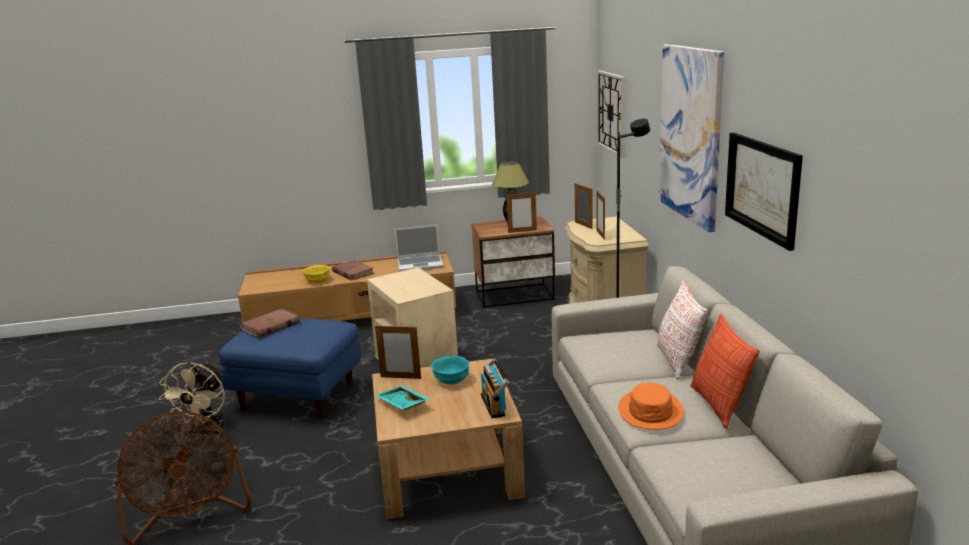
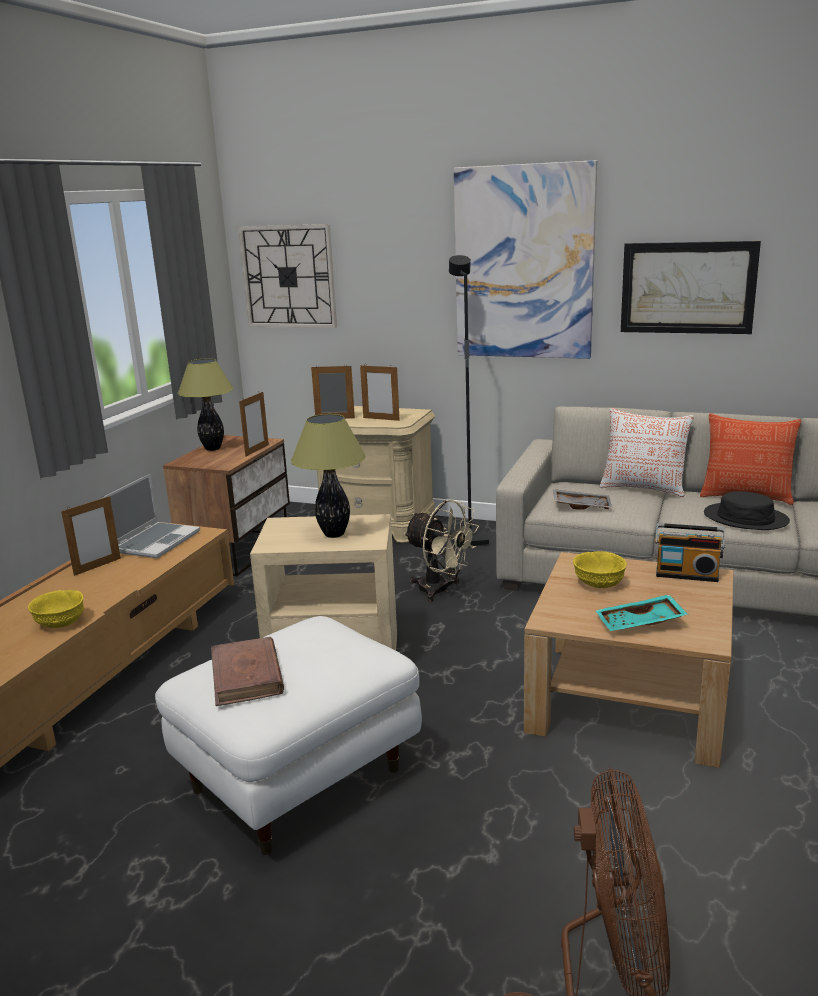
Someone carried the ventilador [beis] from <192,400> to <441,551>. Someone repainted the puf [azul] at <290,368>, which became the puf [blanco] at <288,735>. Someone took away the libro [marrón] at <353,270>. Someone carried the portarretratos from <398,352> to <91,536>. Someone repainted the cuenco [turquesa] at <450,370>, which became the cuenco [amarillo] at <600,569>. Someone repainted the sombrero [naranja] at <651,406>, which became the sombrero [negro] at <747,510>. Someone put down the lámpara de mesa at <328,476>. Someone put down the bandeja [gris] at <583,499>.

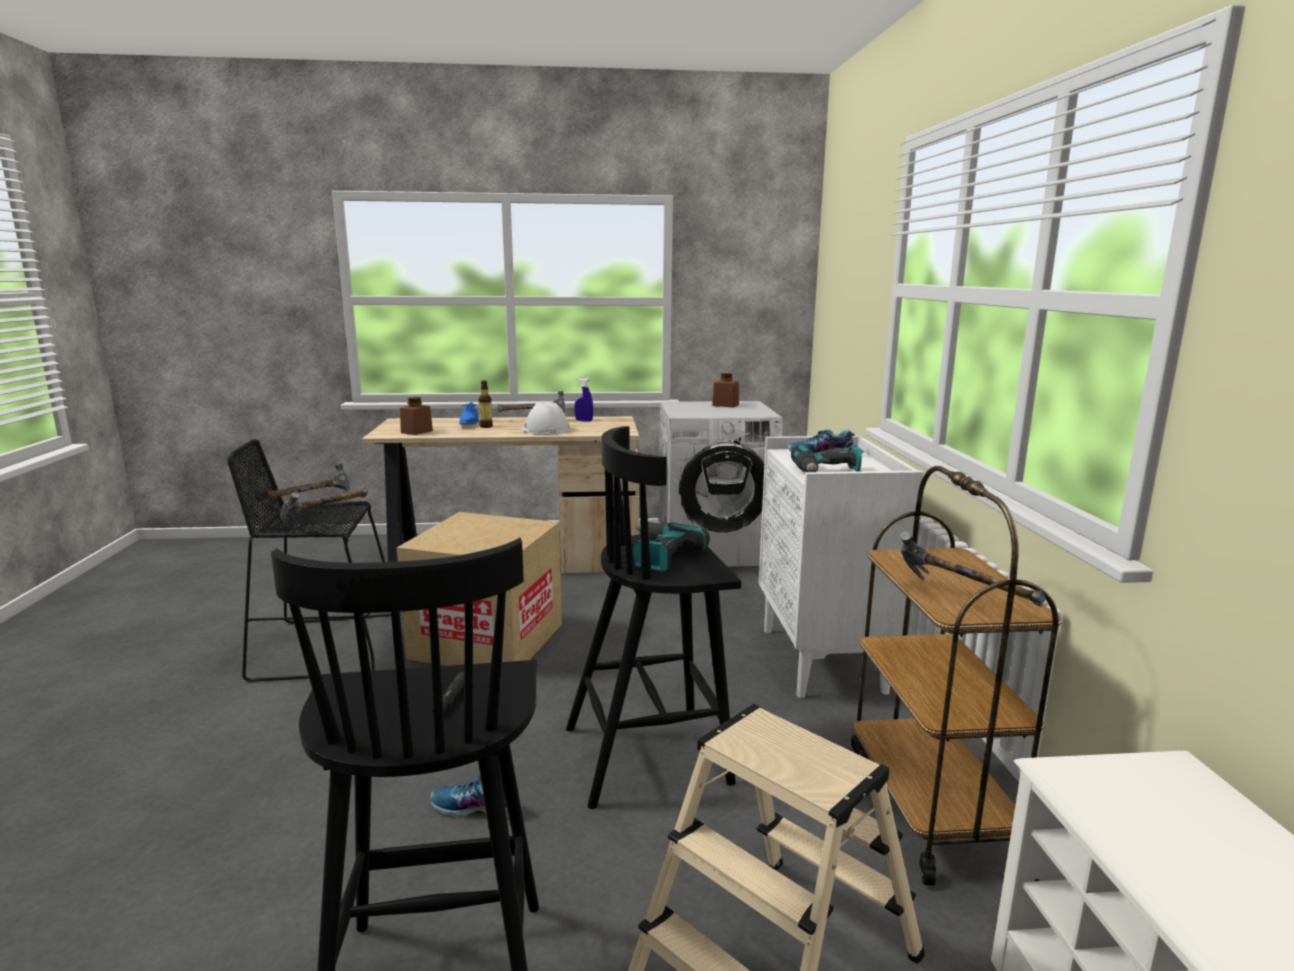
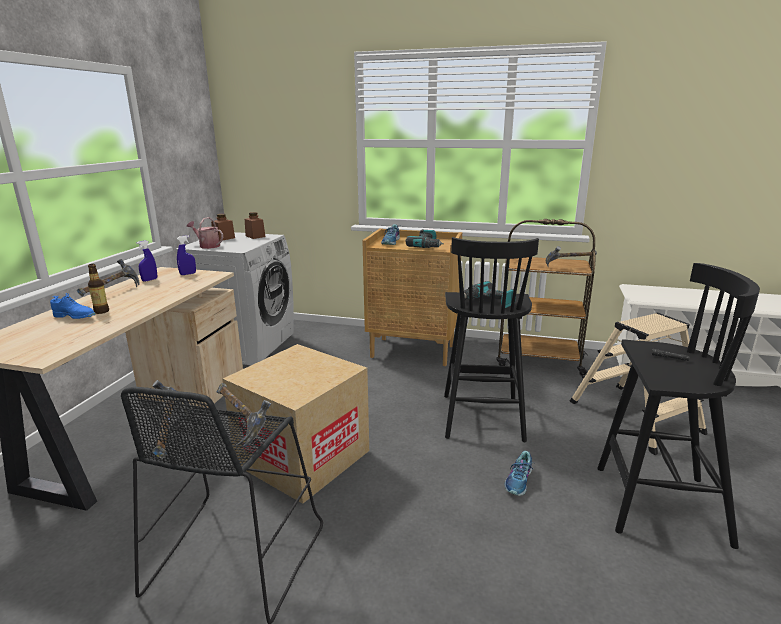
Someone carried the tarro [marrón] from <416,416> to <255,225>. Someone took away the casco [blanco] at <545,418>. Someone repainted the armario [blanco] at <841,567>, which became the armario [marrón] at <412,297>. Someone put down the pulverizador [azul] at <186,255>. Someone put down the regadera at <205,233>.

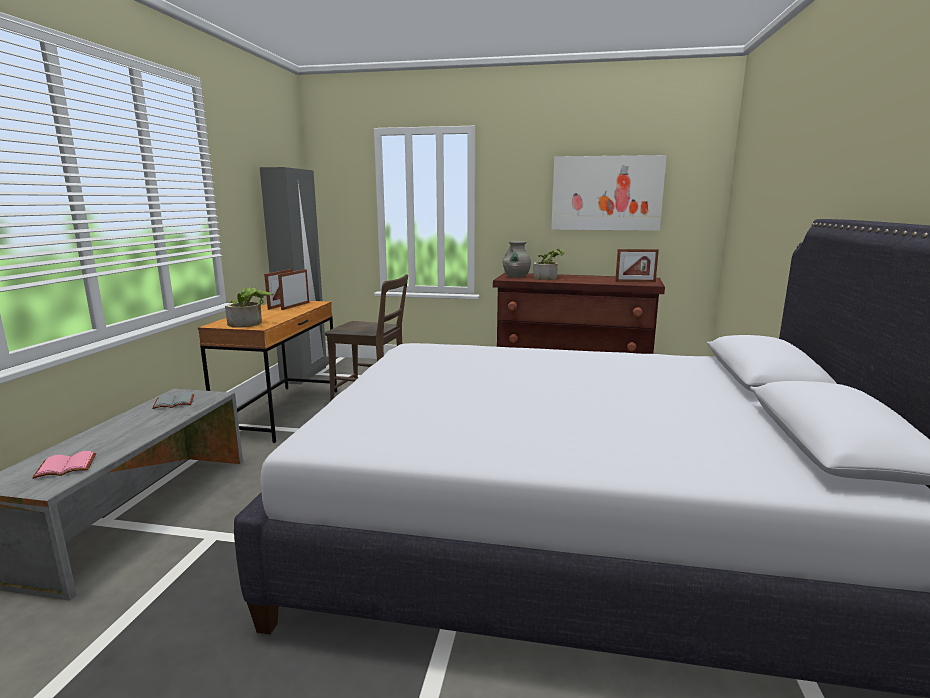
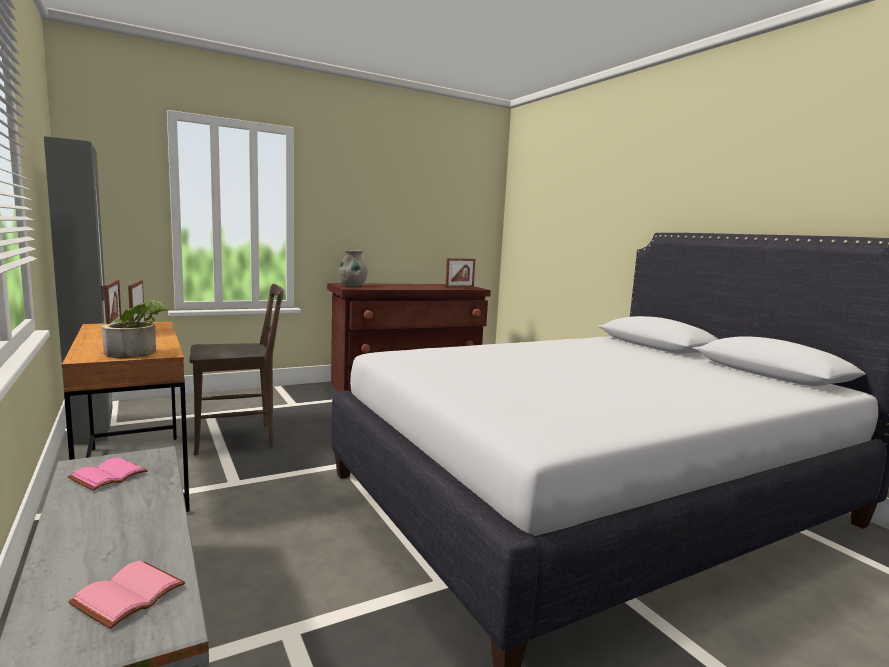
Someone repainted the libro [gris] at <173,400>, which became the libro [rosa] at <108,474>. Someone took away the planta en maceta at <548,264>. Someone took away the cuadro at <609,193>.

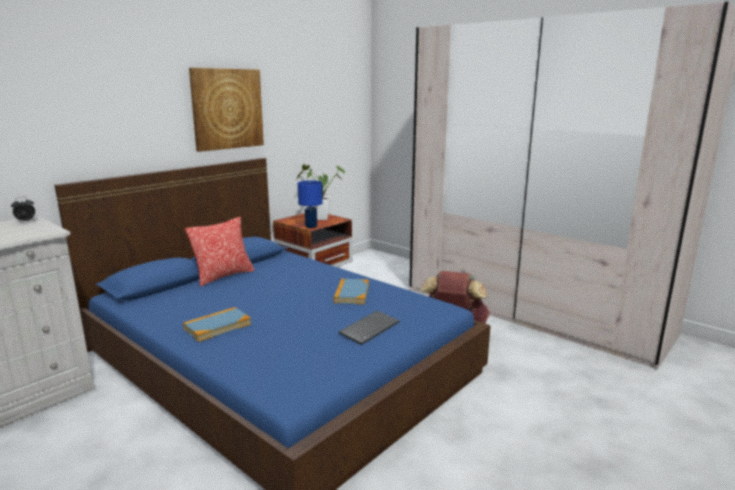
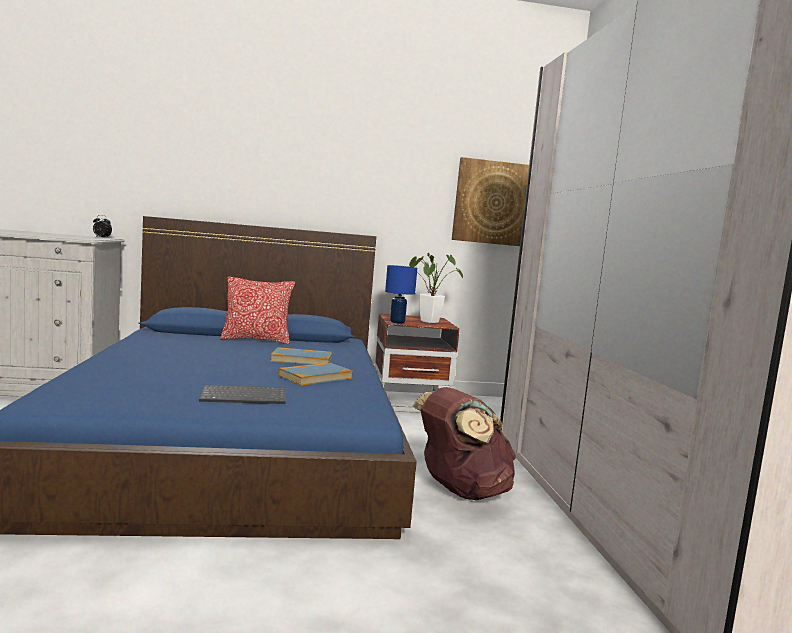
Someone carried the libro from <217,324> to <301,356>. Someone carried the cuadro from <226,110> to <490,201>.

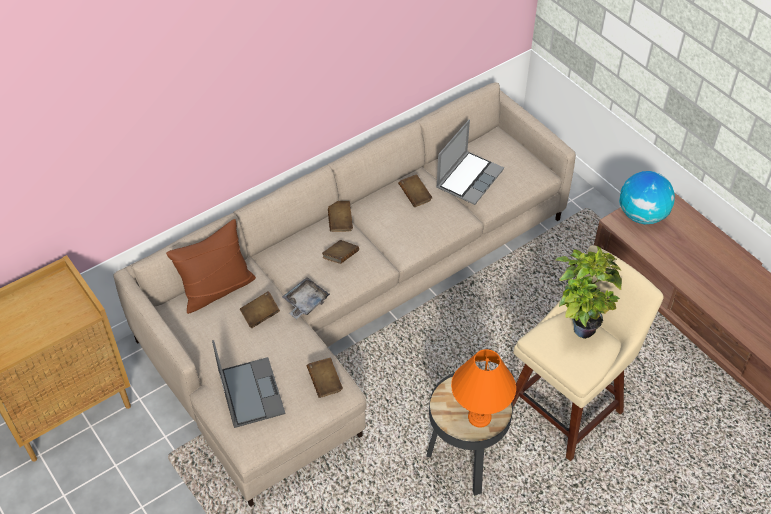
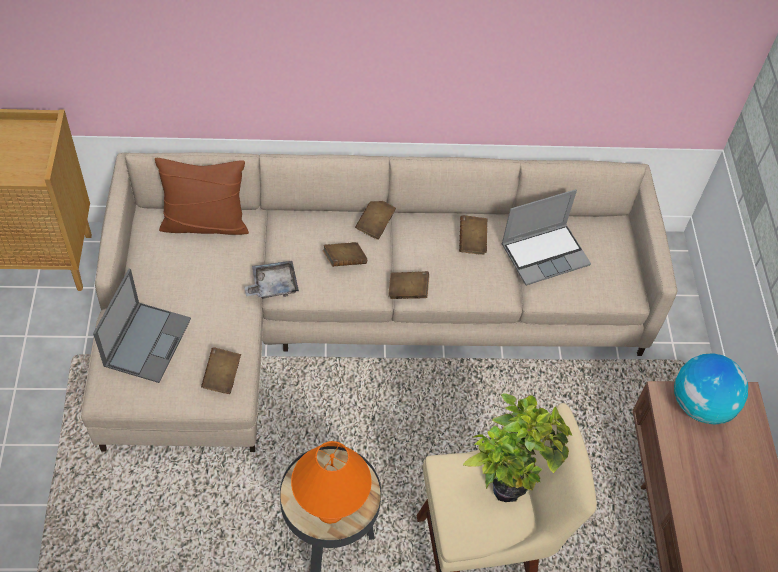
Someone carried the libro [marrón] from <260,309> to <408,285>.

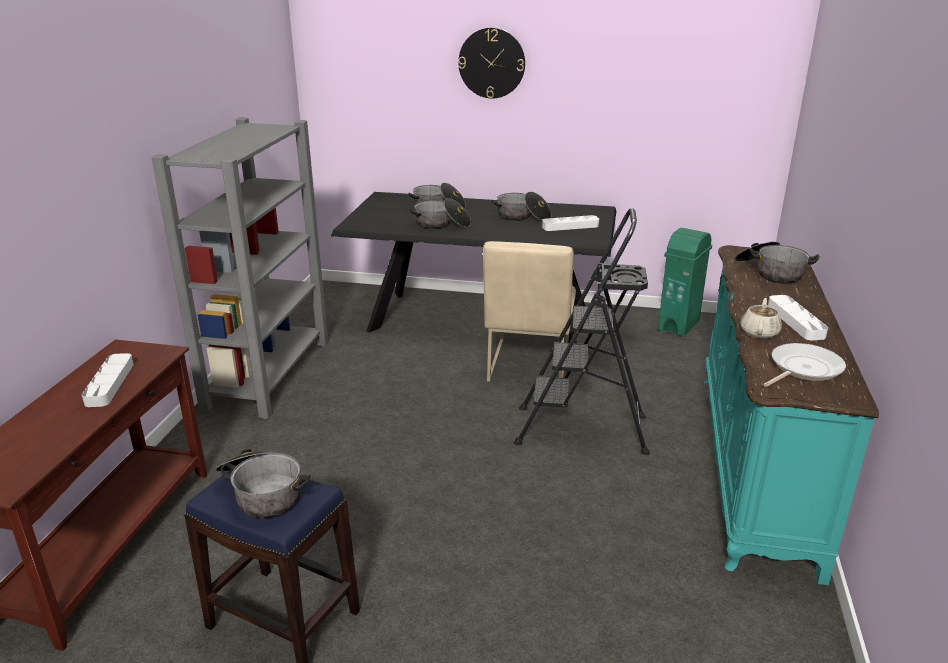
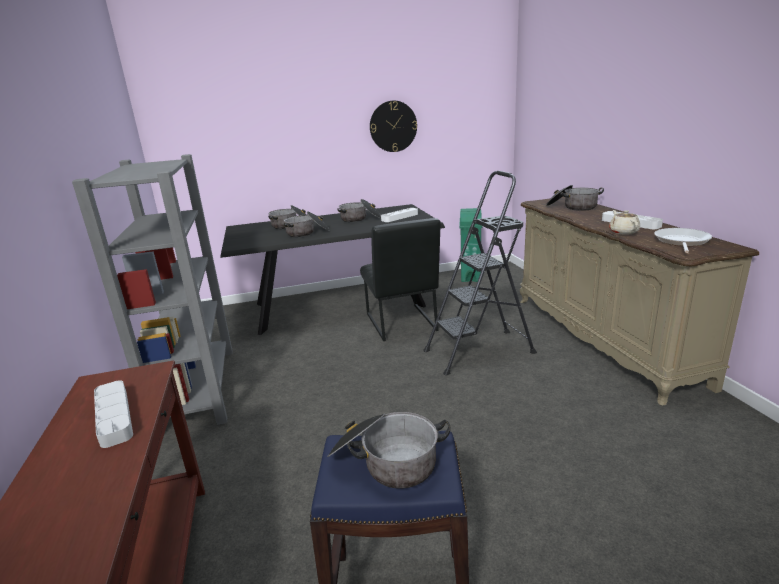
Someone carried the reloj de pared from <491,63> to <393,126>. Someone repainted the silla [beis] at <529,311>, which became the silla [negro] at <400,279>. Someone repainted the armario [turquesa] at <791,415>, which became the armario [beis] at <639,301>.

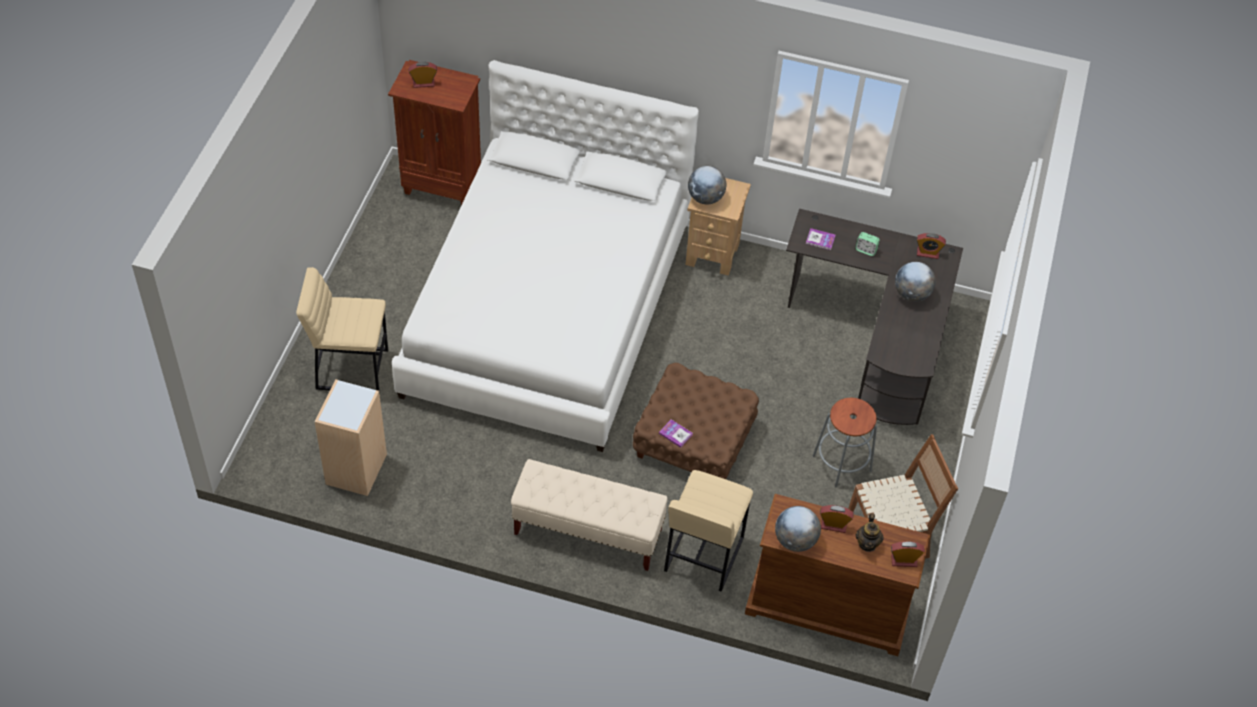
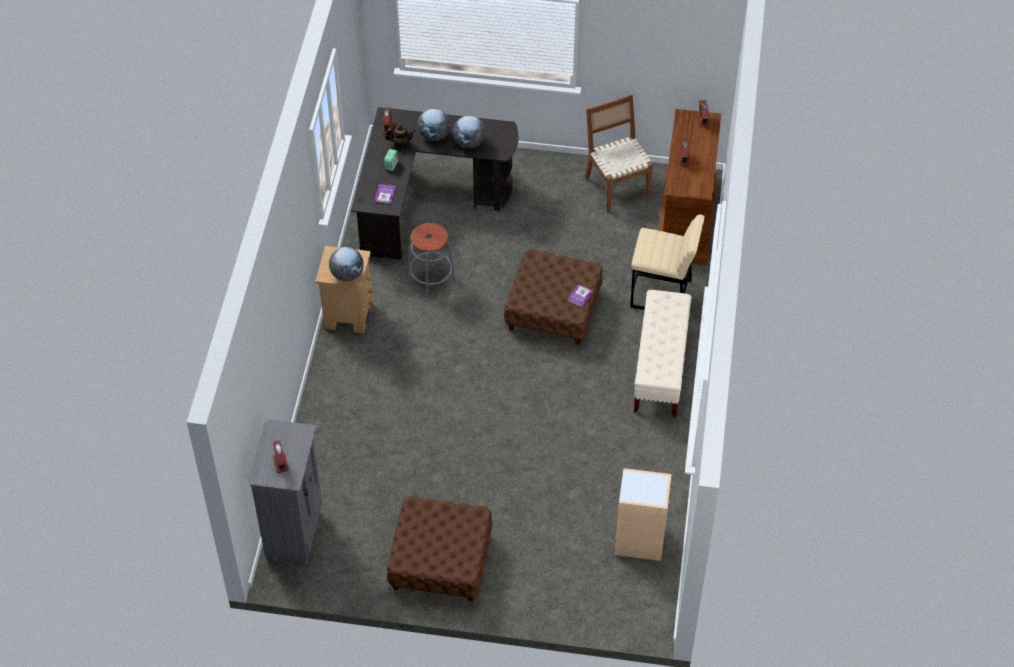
Someone took away the silla [beis] at <342,330>. Someone repainted the armario [marrón] at <434,132>, which became the armario [gris] at <285,492>. Someone took away the cama [blanco] at <545,256>. Someone carried the globo terráqueo from <798,529> to <469,131>. Someone carried the taburete [gris] from <845,443> to <431,261>. Someone carried the tetera from <869,532> to <400,137>. Someone put down the puf [marrón] at <440,548>.

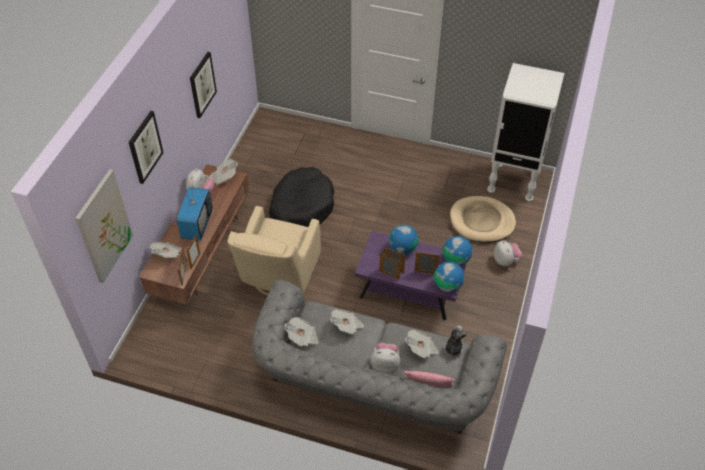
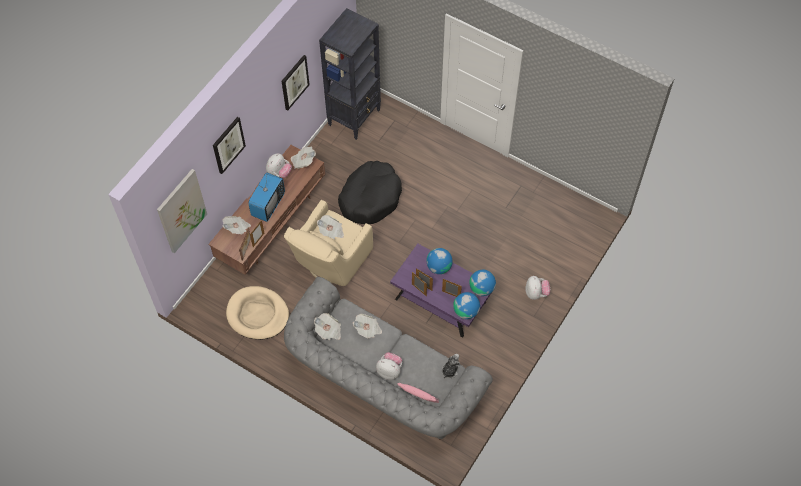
Someone carried the periódico from <422,344> to <330,227>. Someone carried the cama para perro [beis] from <483,219> to <257,313>. Someone took away the armario [blanco] at <525,132>. Someone put down the estantería [negro] at <350,74>.

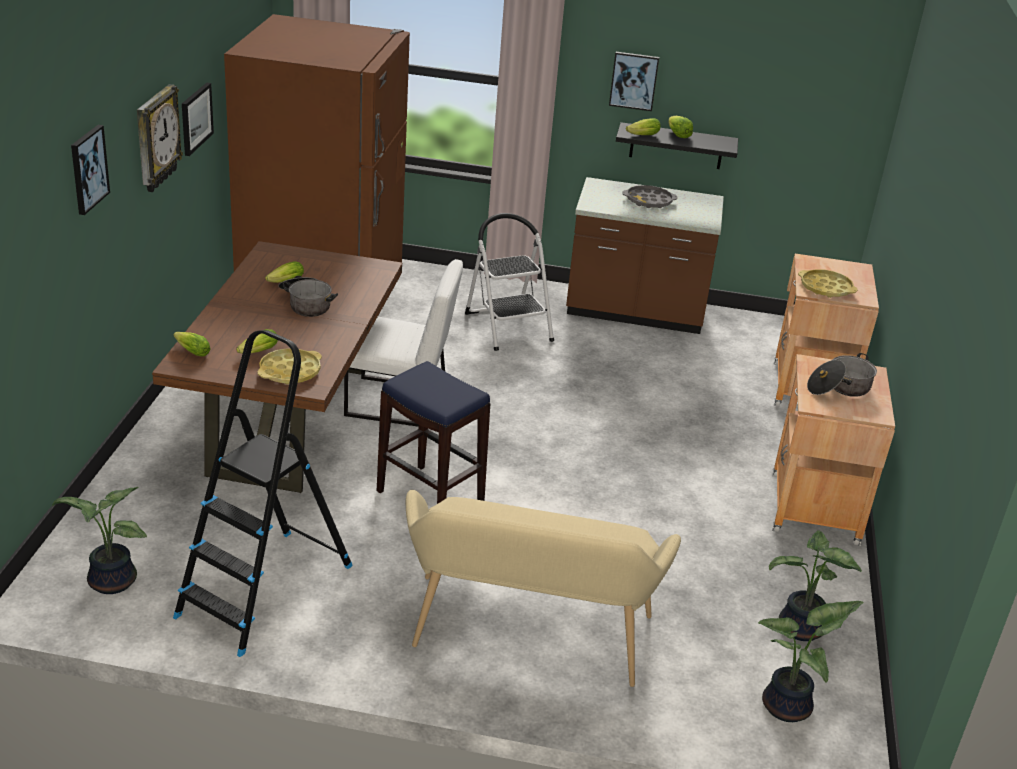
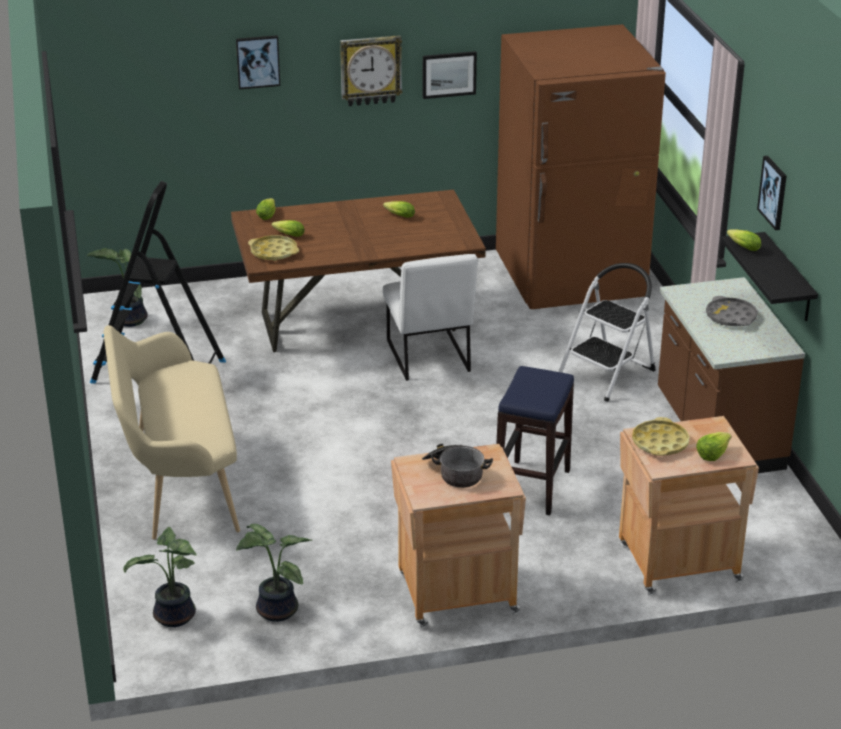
Someone took away the olla at <308,296>. Someone carried the taburete from <433,432> to <535,440>. Someone carried the lechuga from <681,127> to <713,446>.

